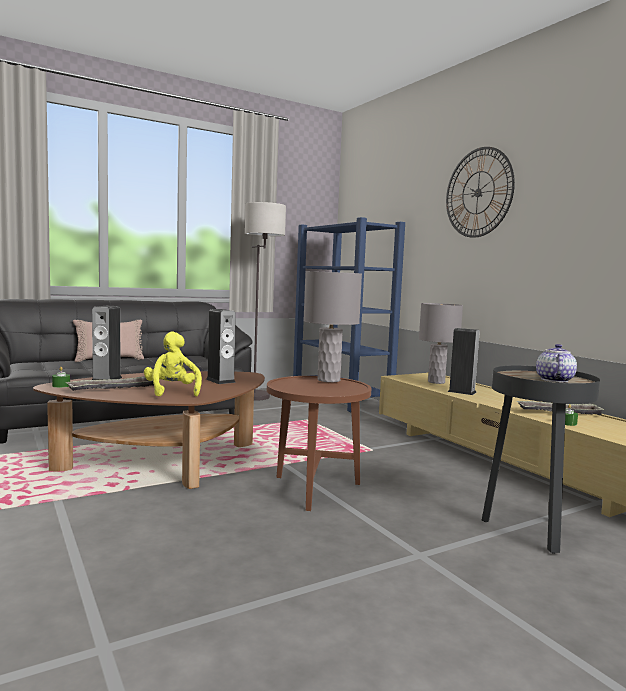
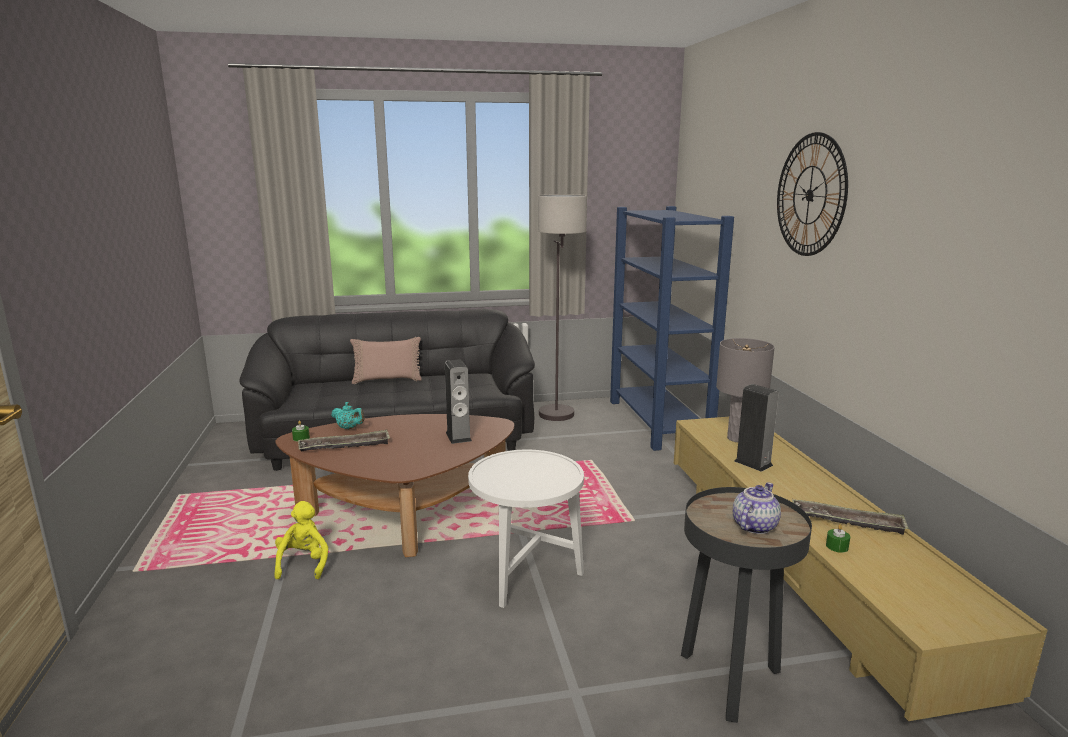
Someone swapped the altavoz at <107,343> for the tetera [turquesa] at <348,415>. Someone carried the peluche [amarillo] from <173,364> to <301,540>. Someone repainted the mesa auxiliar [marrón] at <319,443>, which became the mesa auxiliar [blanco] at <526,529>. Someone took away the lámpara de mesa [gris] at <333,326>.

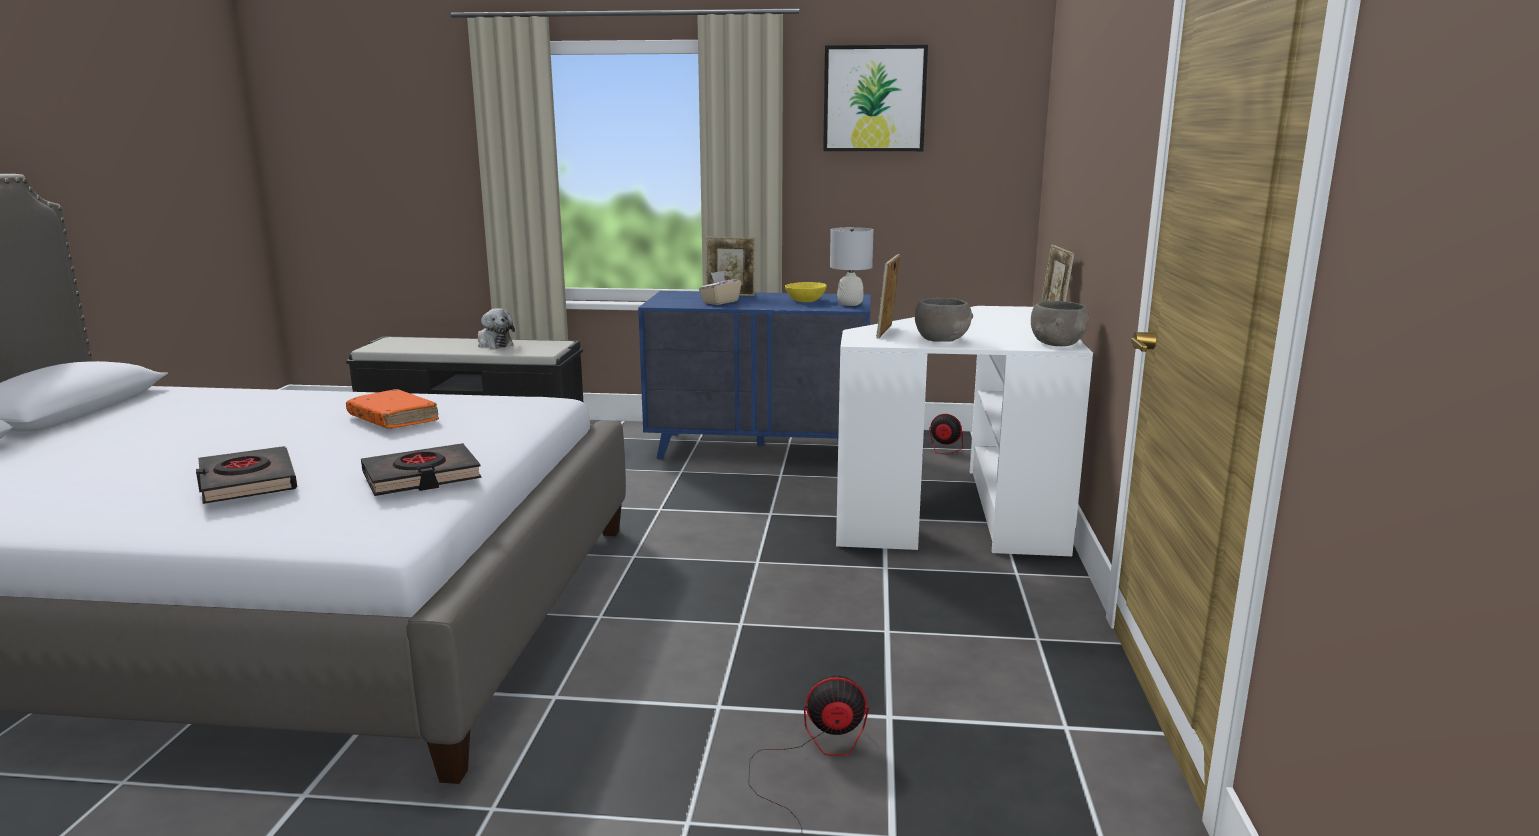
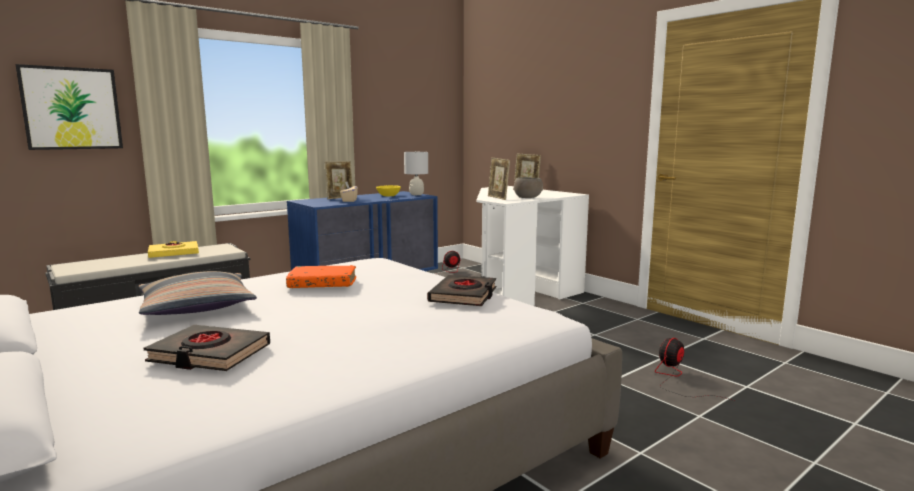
Someone carried the libro [negro] from <246,475> to <207,348>. Someone swapped the peluche at <496,328> for the libro [amarillo] at <173,249>. Someone carried the cuadro from <875,98> to <69,107>. Someone took away the cuenco [gris] at <1060,323>. Someone put down the cojín at <197,293>.

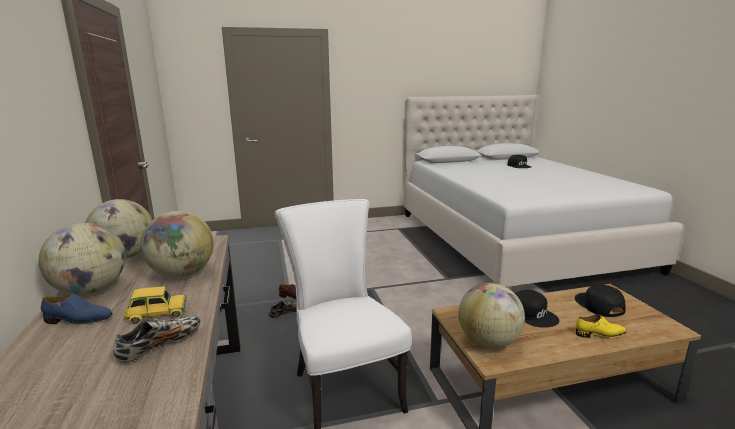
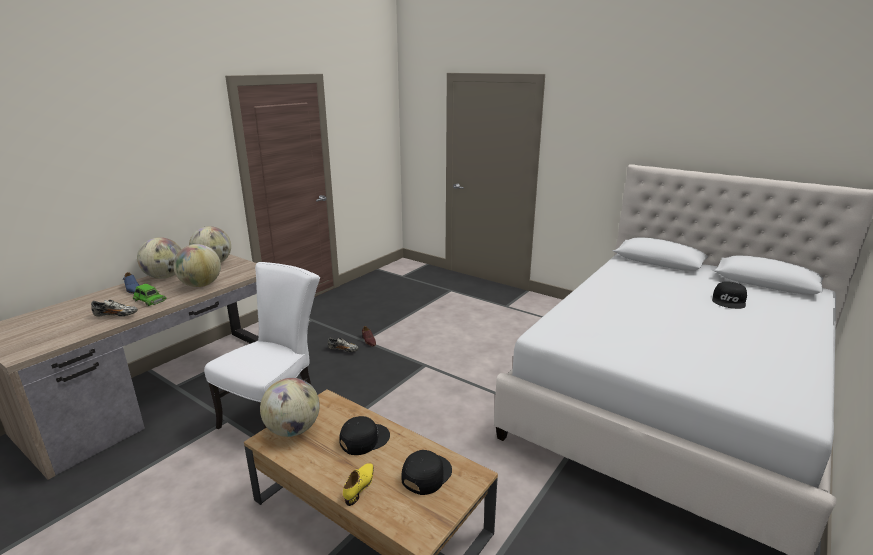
Someone repainted the coche de juguete [amarillo] at <155,305>, which became the coche de juguete [verde] at <149,295>. Someone rotated the gorra [negro] at <537,309> by 135 degrees counterclockwise. Someone rotated the zapato [amarillo] at <601,326> by 120 degrees counterclockwise.

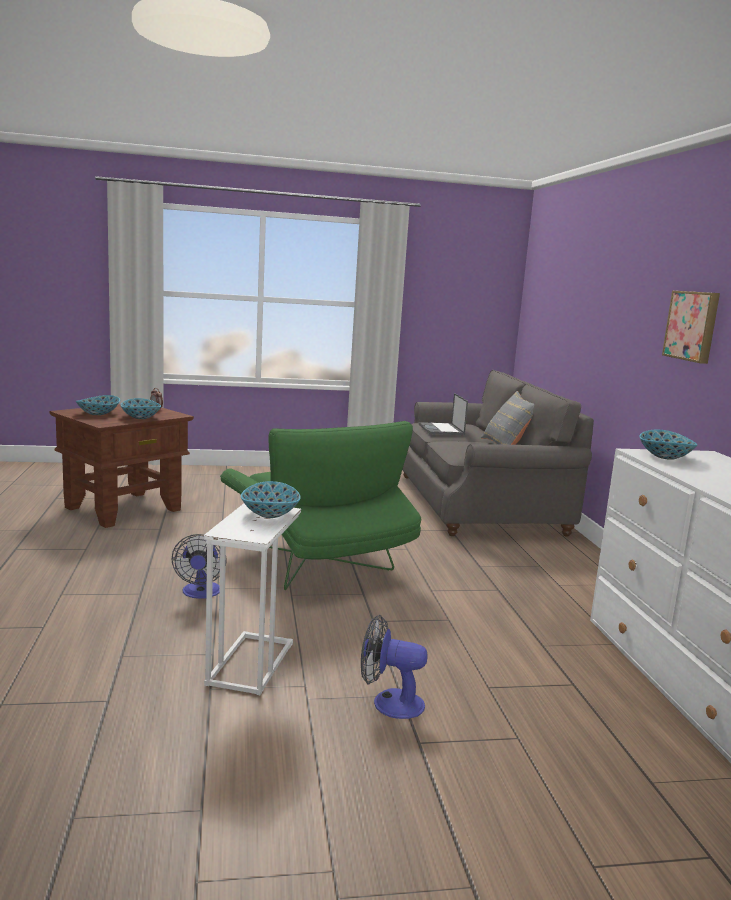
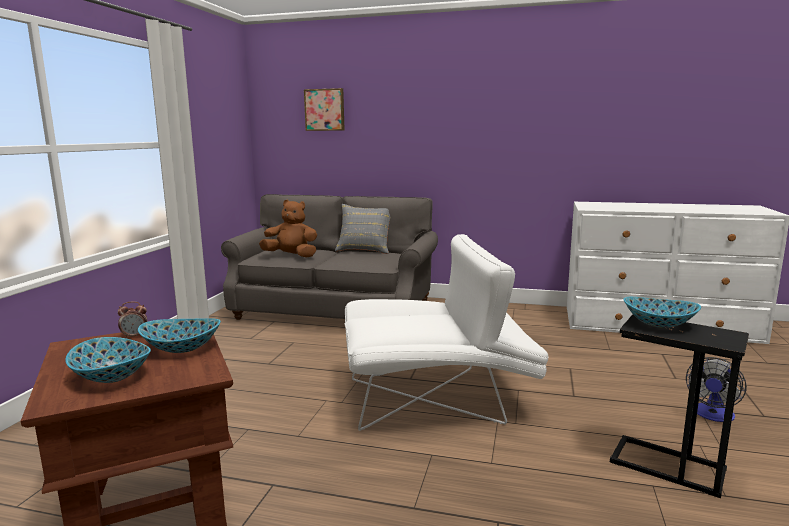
Someone took away the ventilador at <199,566>. Someone repainted the mesa auxiliar [blanco] at <252,599>, which became the mesa auxiliar [negro] at <679,406>. Someone repainted the sillón [verde] at <320,505>, which became the sillón [blanco] at <446,332>. Someone swapped the portátil at <443,414> for the peluche [marrón] at <288,229>. Someone took away the cuenco at <668,445>. Someone carried the cuadro from <691,327> to <324,109>.

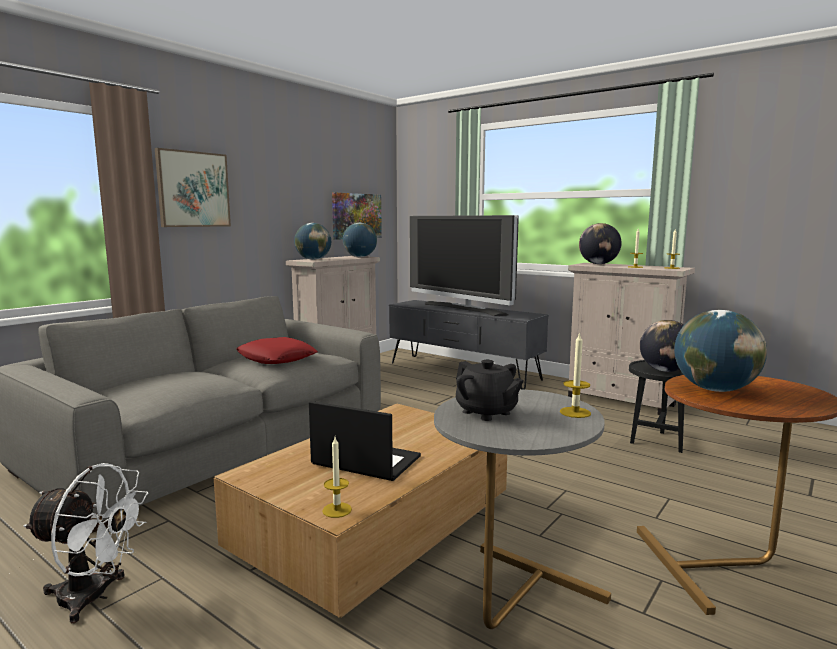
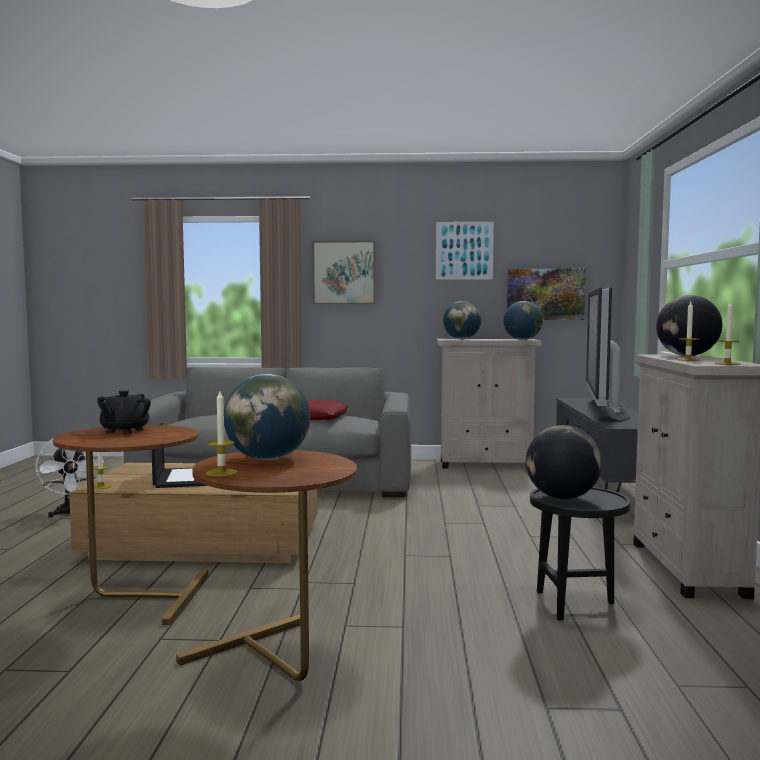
Someone repainted the mesa auxiliar [gris] at <522,509>, which became the mesa auxiliar [marrón] at <131,525>. Someone carried the vela from <575,375> to <222,434>. Someone put up the cuadro at <465,251>.

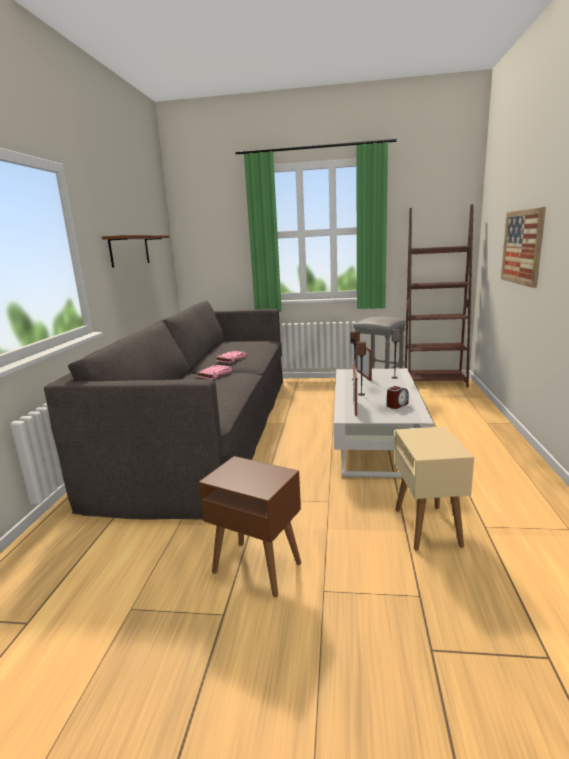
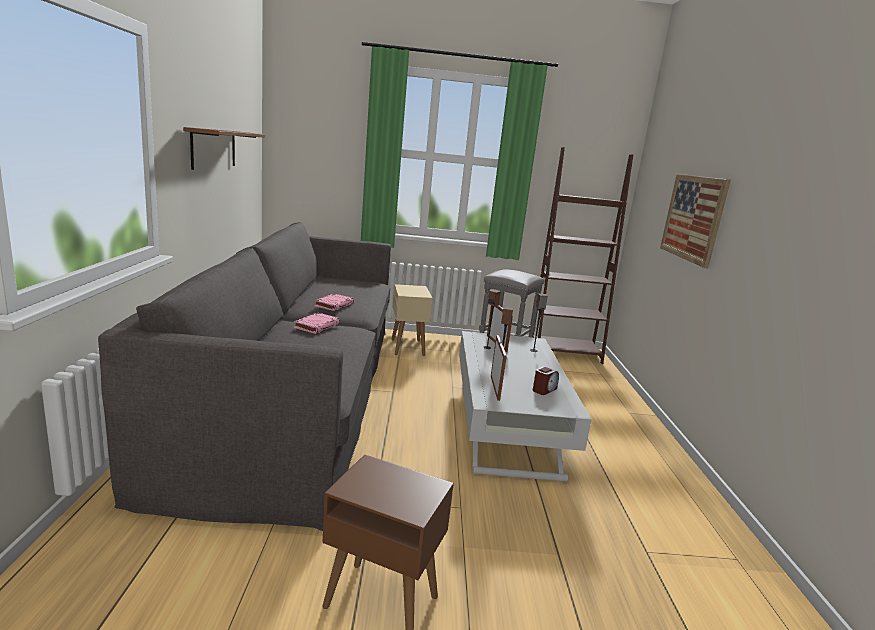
Someone carried the mesa auxiliar [beis] from <434,488> to <412,320>.

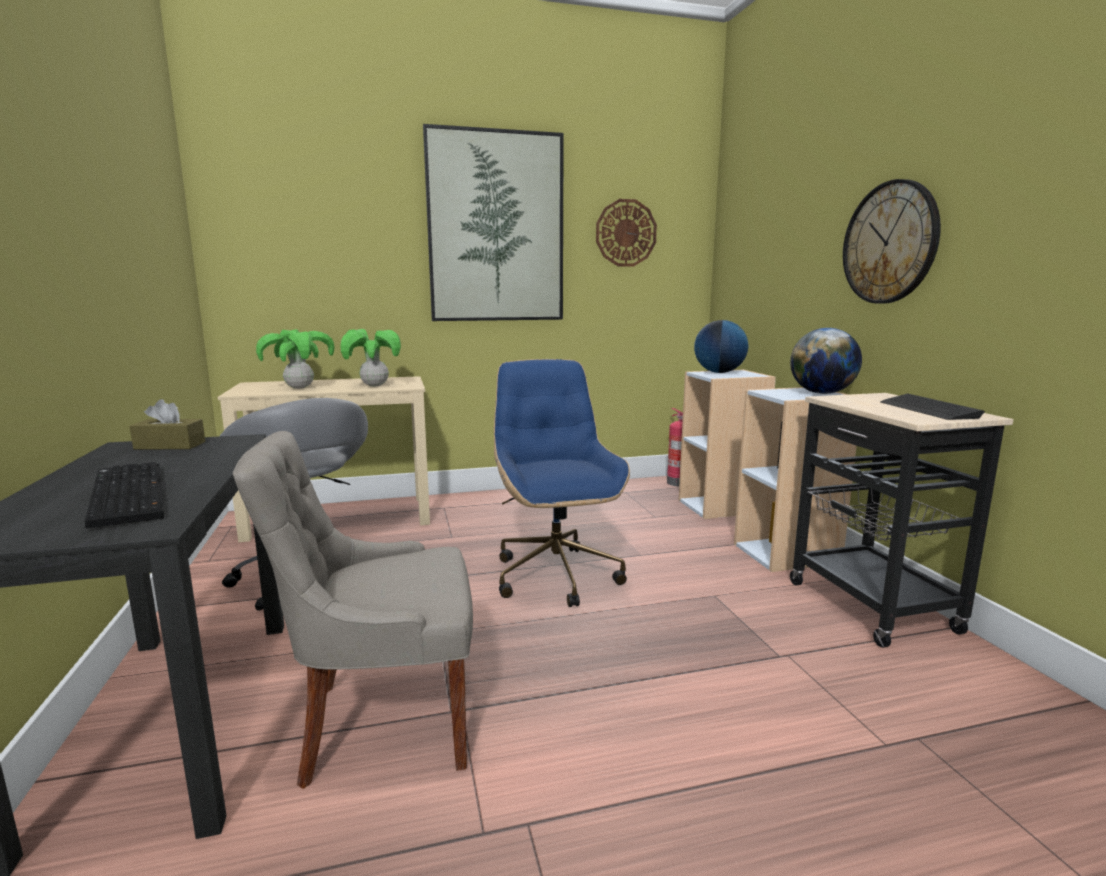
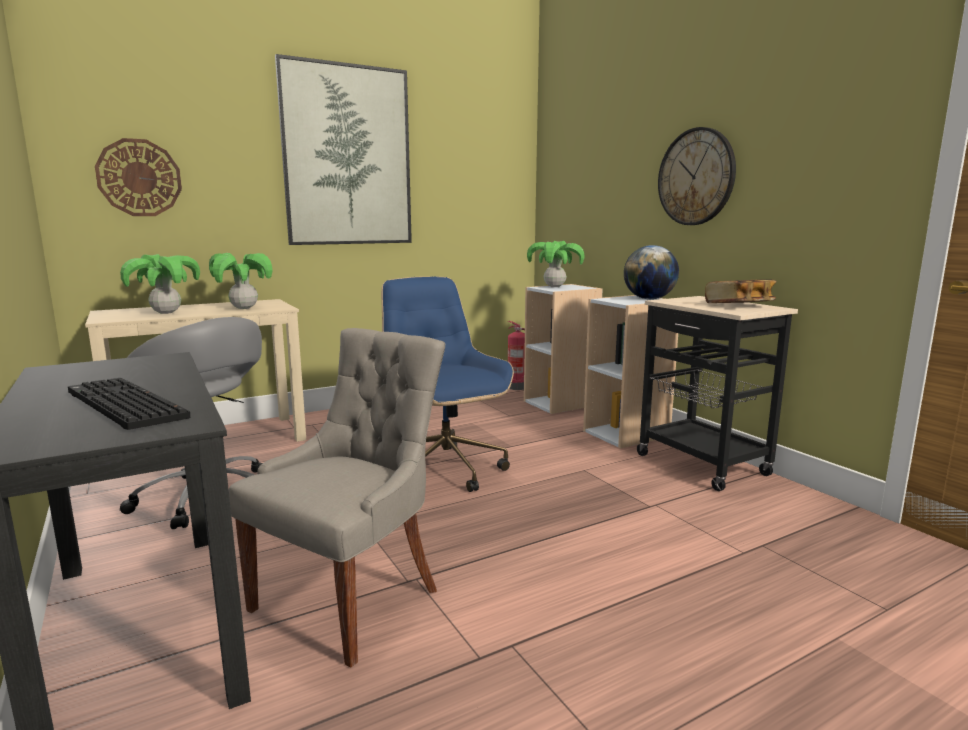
Someone took away the caja de pañuelos [marrón] at <167,424>. Someone rotated the silla [gris] at <353,610> by 150 degrees clockwise. Someone carried the reloj de pared from <626,233> to <138,177>. Someone swapped the globo terráqueo at <721,346> for the planta en maceta at <555,264>. Someone swapped the teclado at <933,407> for the libro at <741,291>.

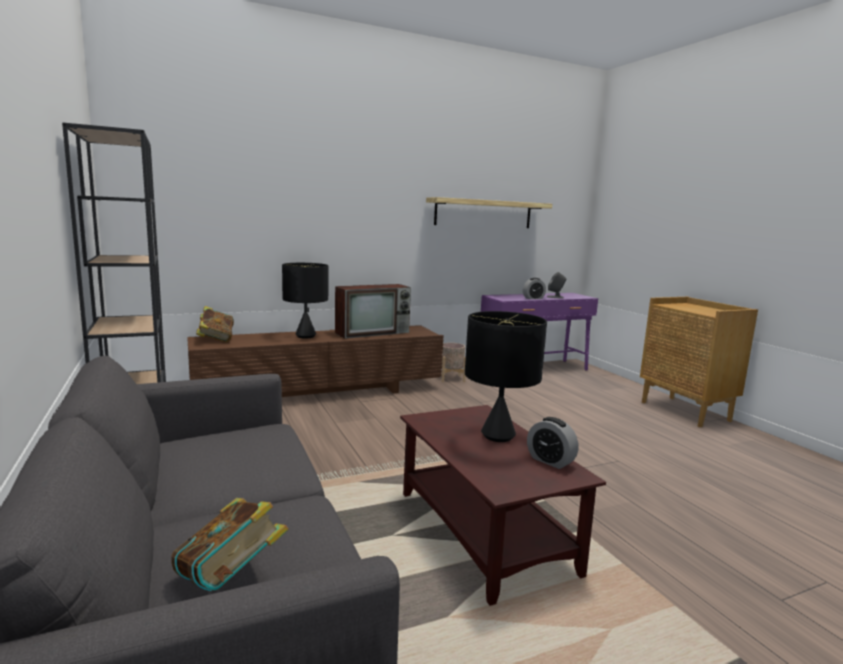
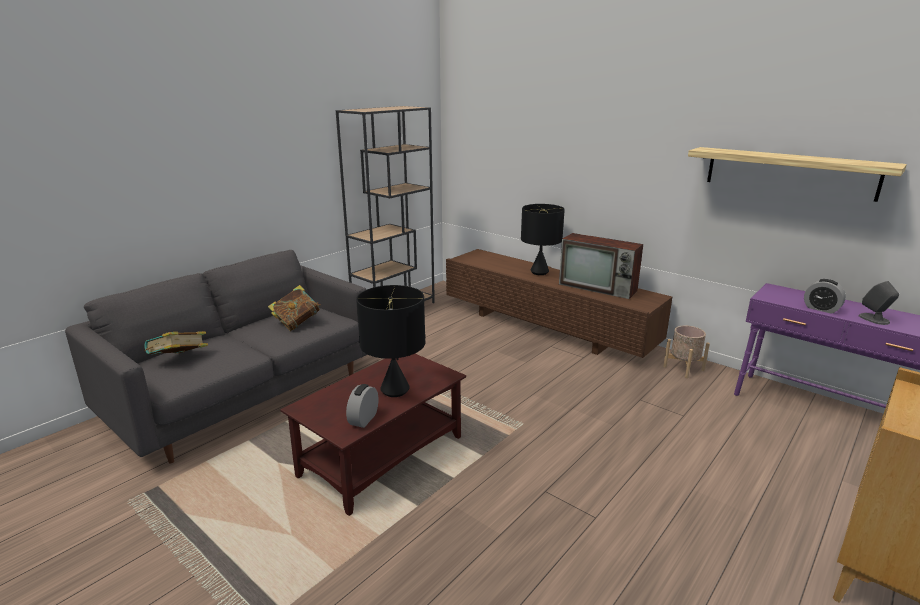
Someone carried the libro from <215,324> to <294,308>.

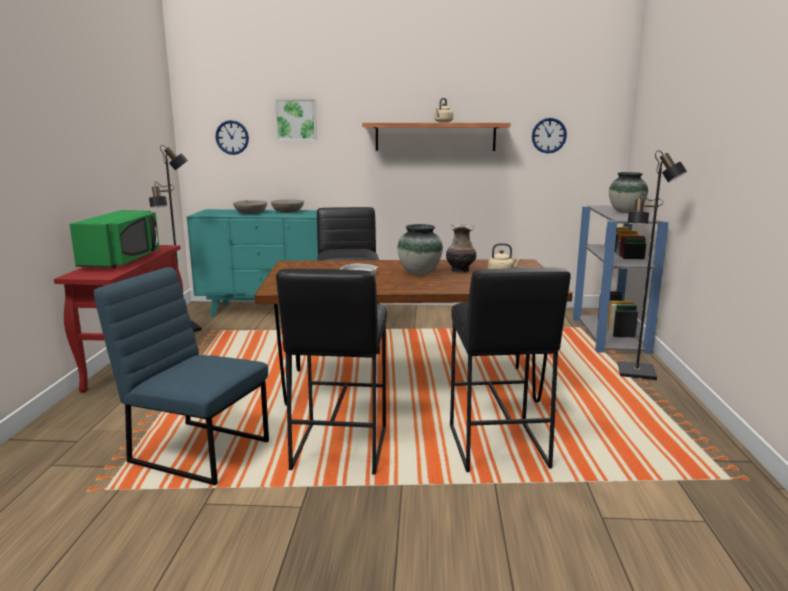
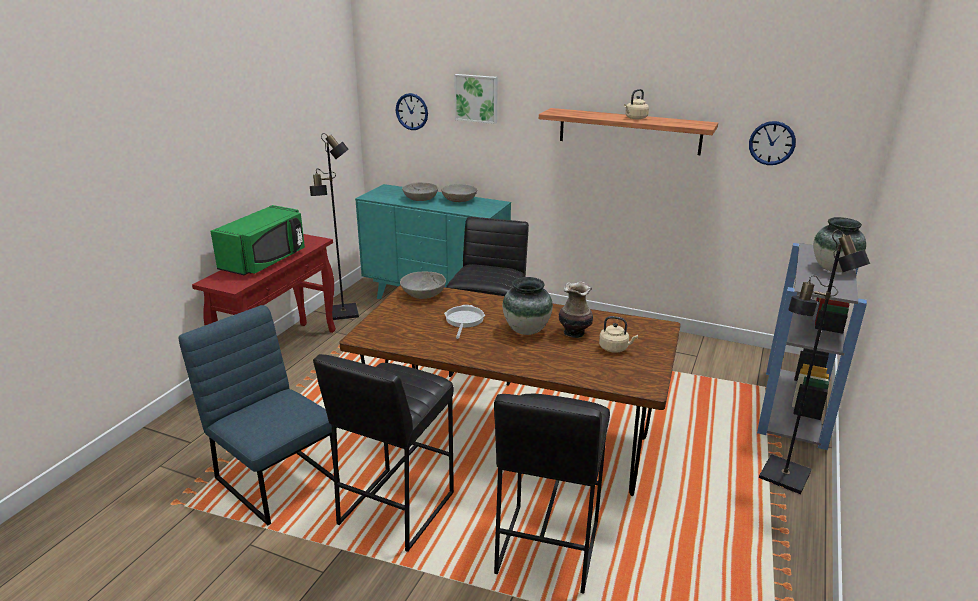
Someone put down the cuenco [gris] at <423,285>.

